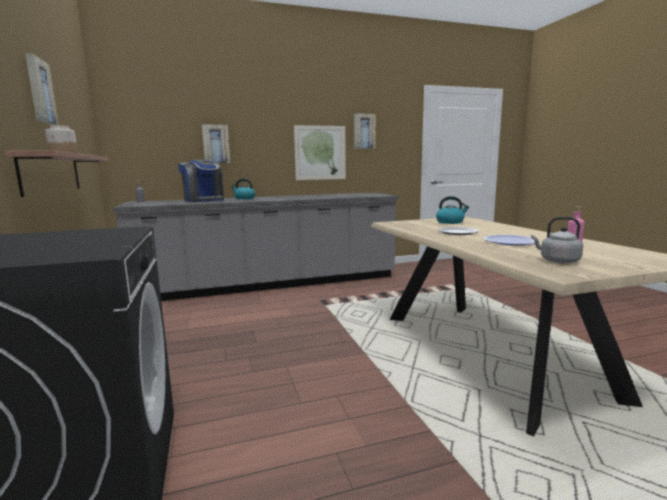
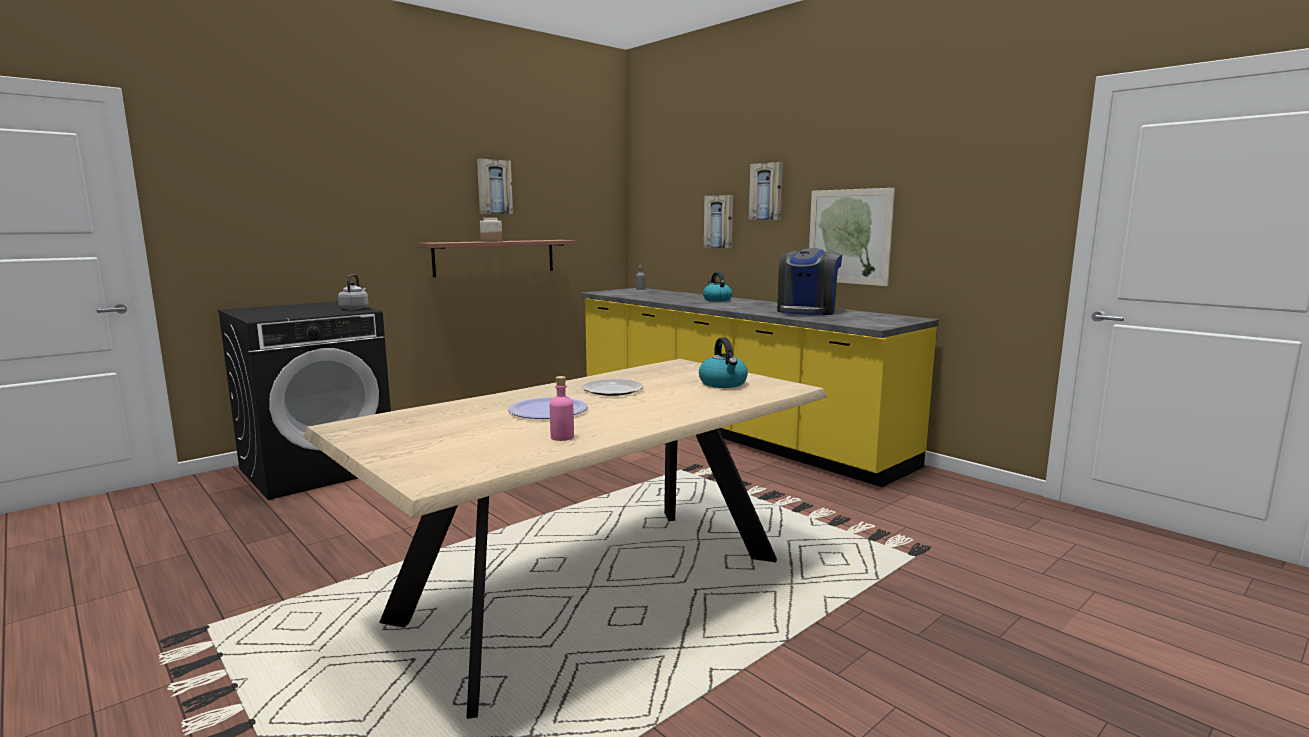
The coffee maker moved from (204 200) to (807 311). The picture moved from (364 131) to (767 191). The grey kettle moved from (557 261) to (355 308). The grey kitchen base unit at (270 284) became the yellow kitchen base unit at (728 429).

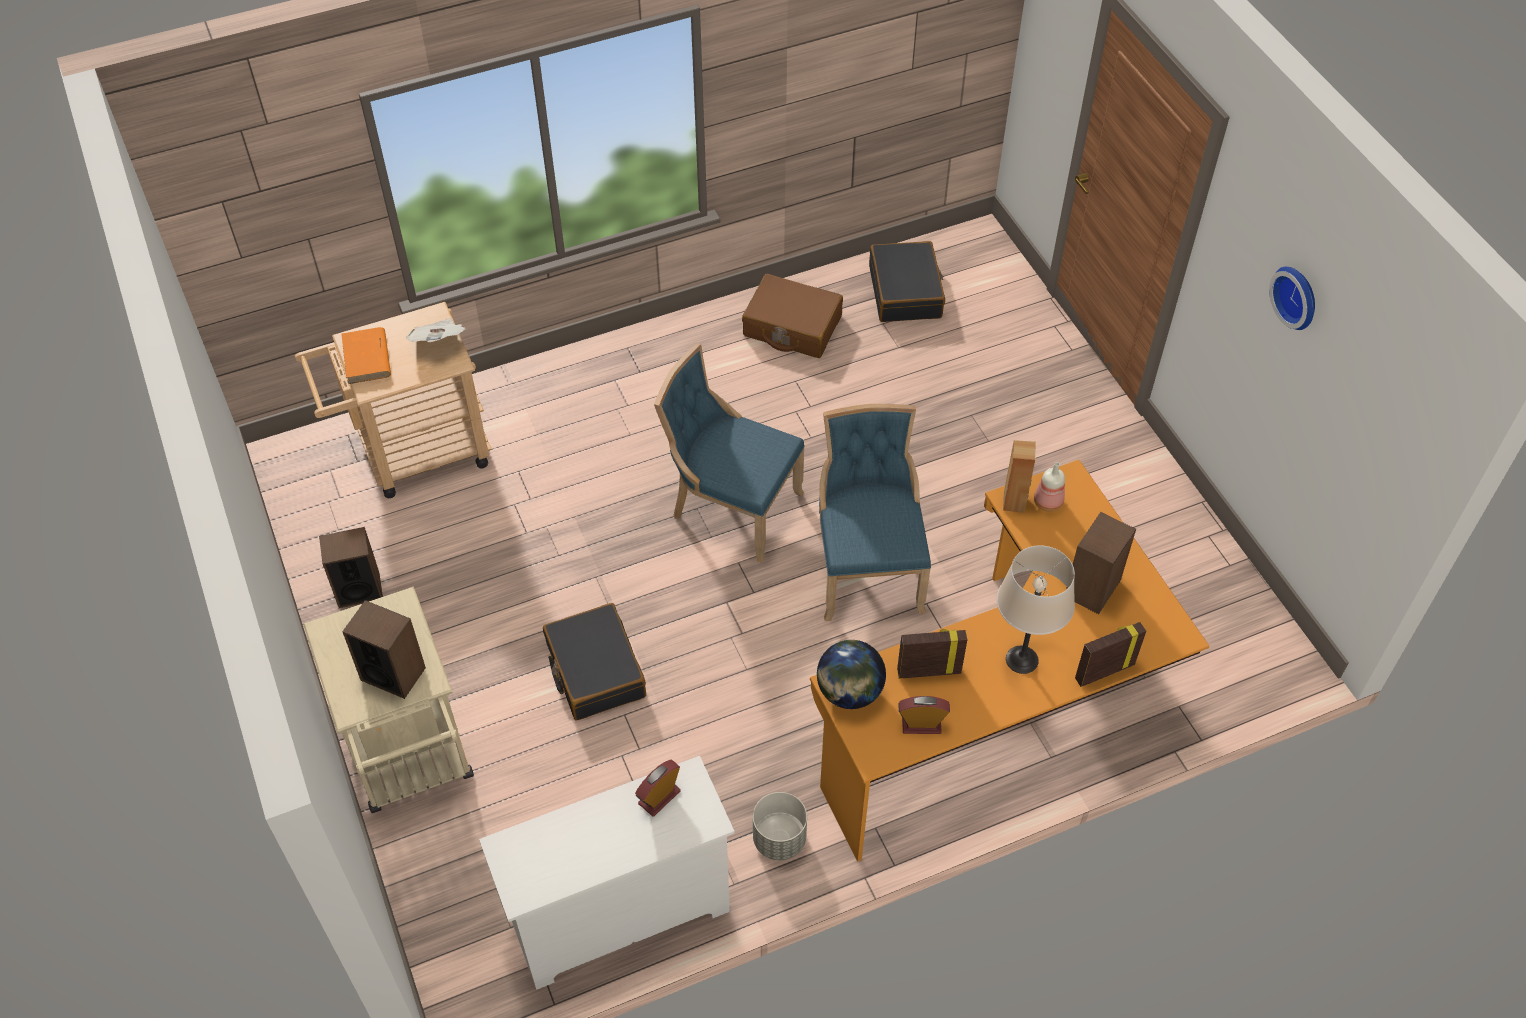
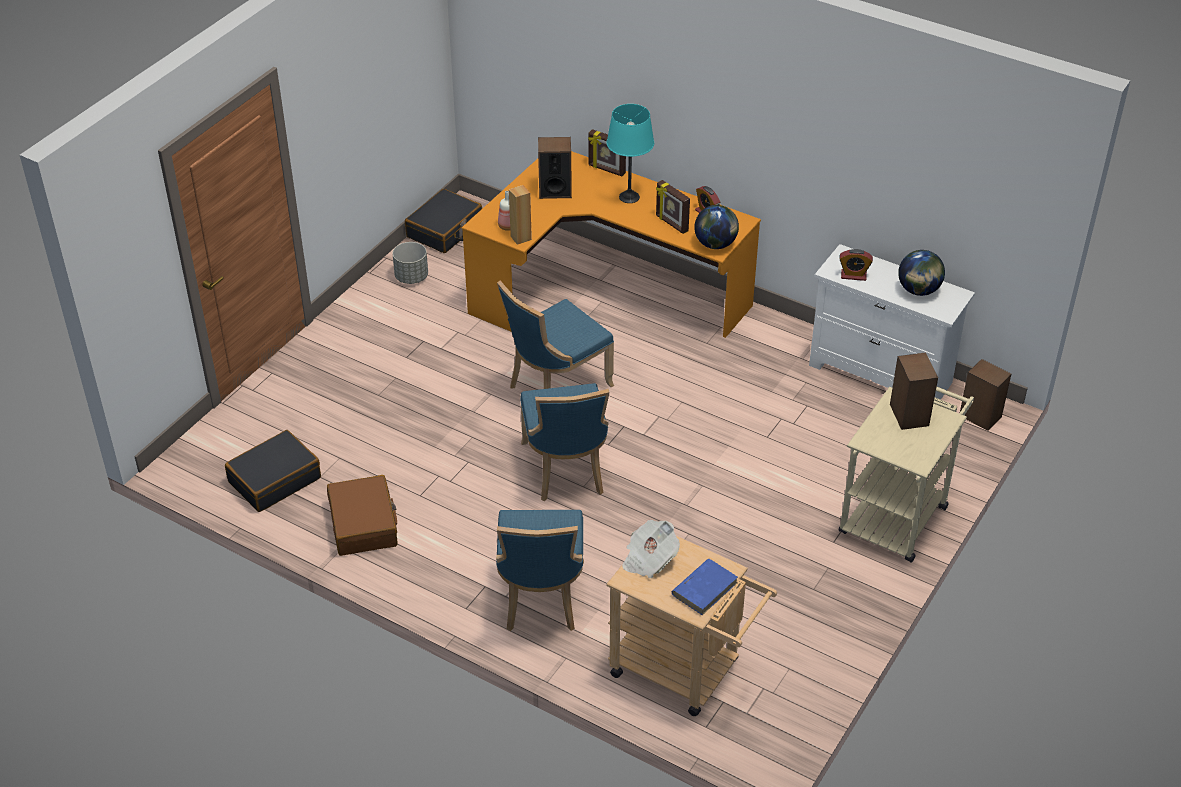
The wall clock at (1297 296) disappeared. The blue plain chair at (541 598) appeared. The globe at (918 290) appeared. The audio speaker moved from (359 589) to (980 416). The black-coloured travel case moved from (595 670) to (445 230). The grey planter moved from (779 839) to (411 277). The orange-coloured volume at (367 358) became the blue volume at (705 588). The sand-coloured lamp for a table at (1022 659) became the blue-green lamp for a table at (629 197).

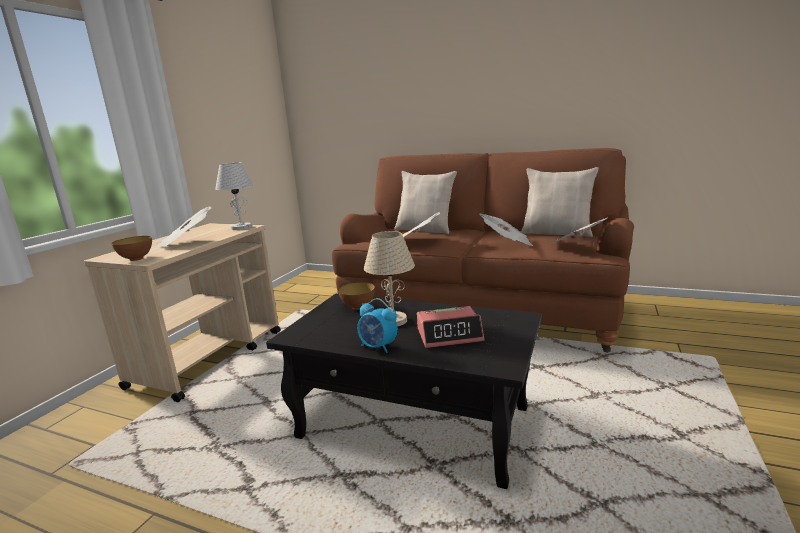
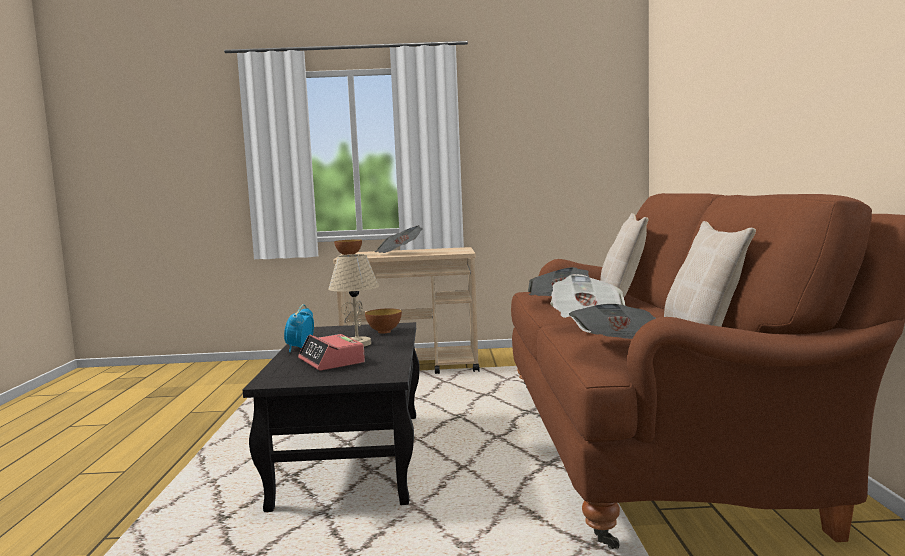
The white lamp for a table at (241 227) disappeared.

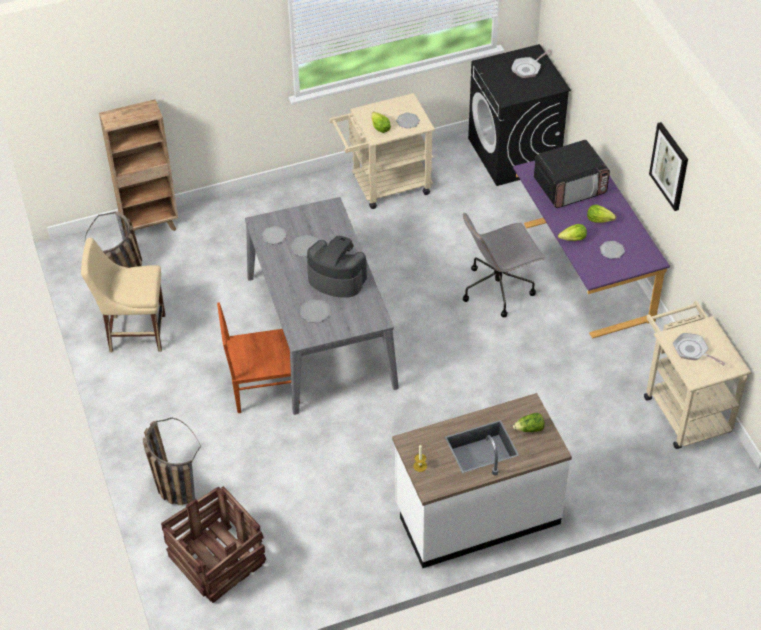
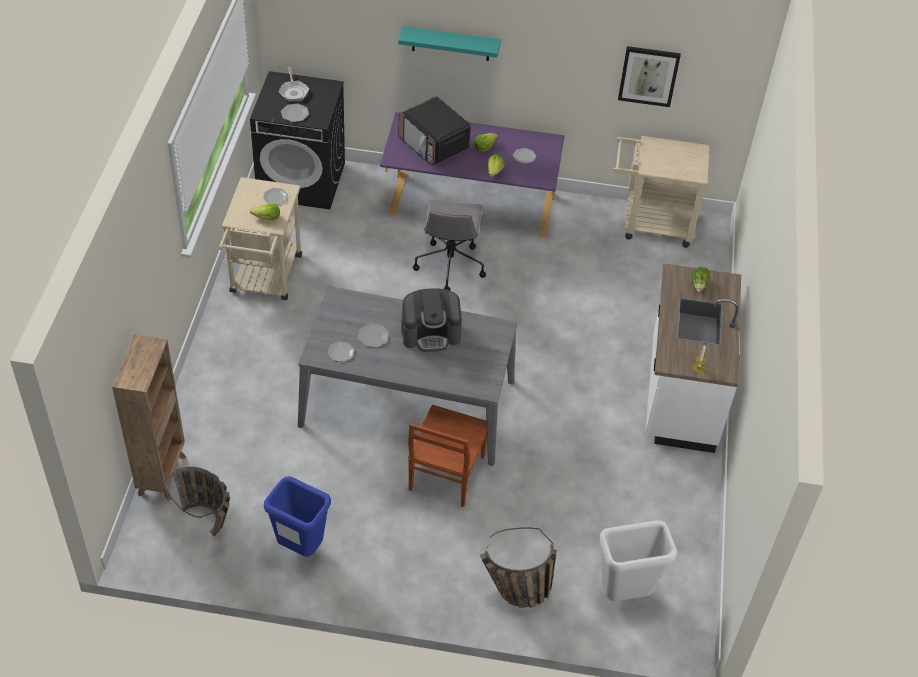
The pan at (692 351) disappeared. The blue-green shelf at (451 44) appeared. The dinner plate moved from (315 312) to (295 113). The picture moved from (669 166) to (648 75). The sand-coloured plain chair at (134 333) was replaced by the blue trash can at (300 547). The shipping crate at (216 559) was replaced by the white trash can at (624 595). The coffee maker at (336 279) turned 150 degrees counterclockwise. The microwave at (570 187) turned 135 degrees clockwise.

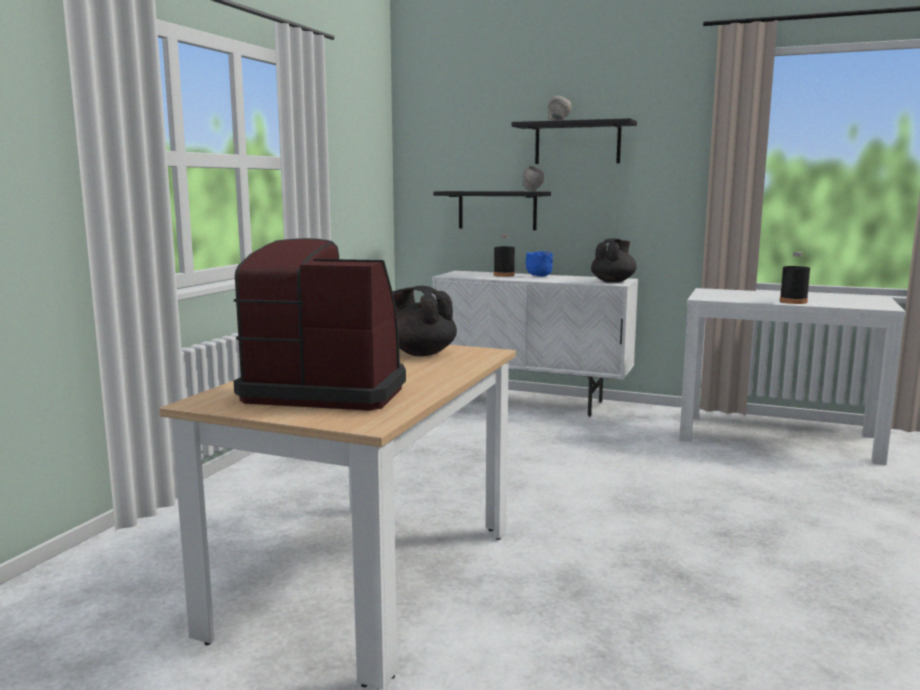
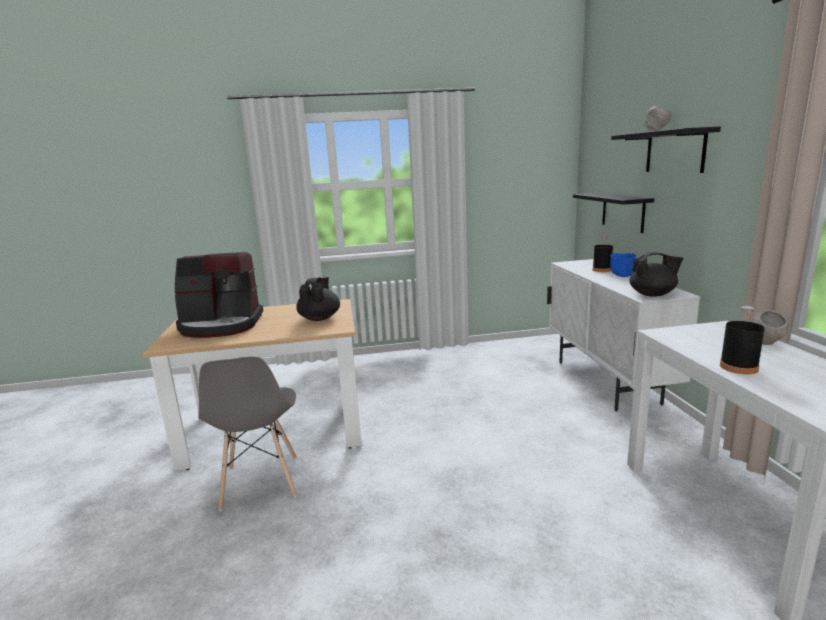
The grey plain chair at (260 483) appeared. The grey deep dish moved from (533 191) to (765 344). The coffee maker at (327 390) turned 105 degrees clockwise.

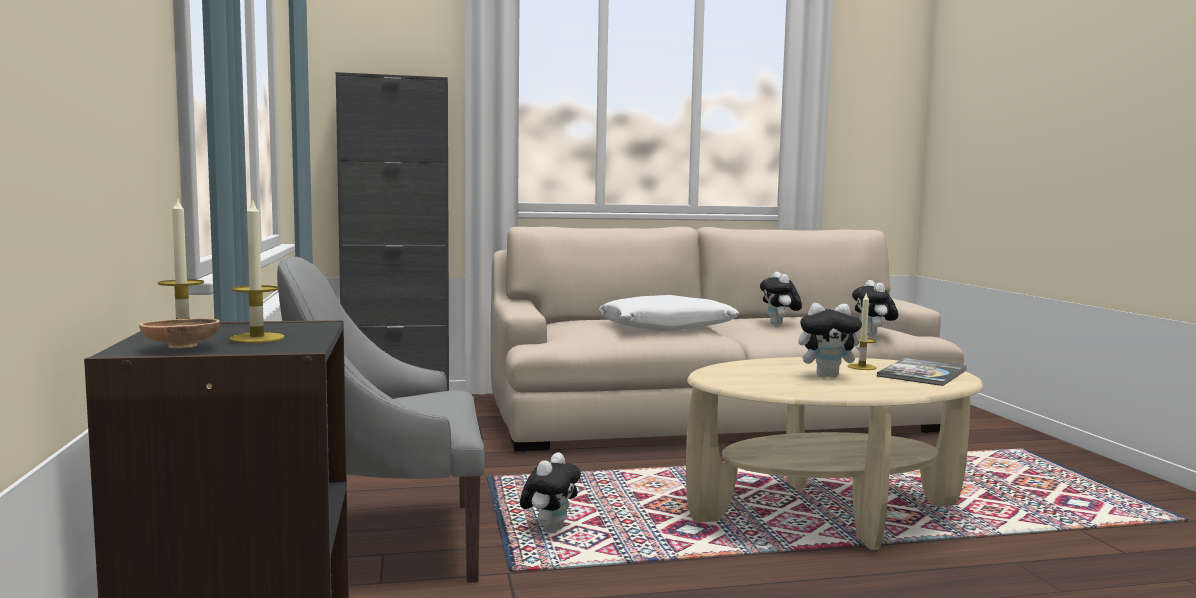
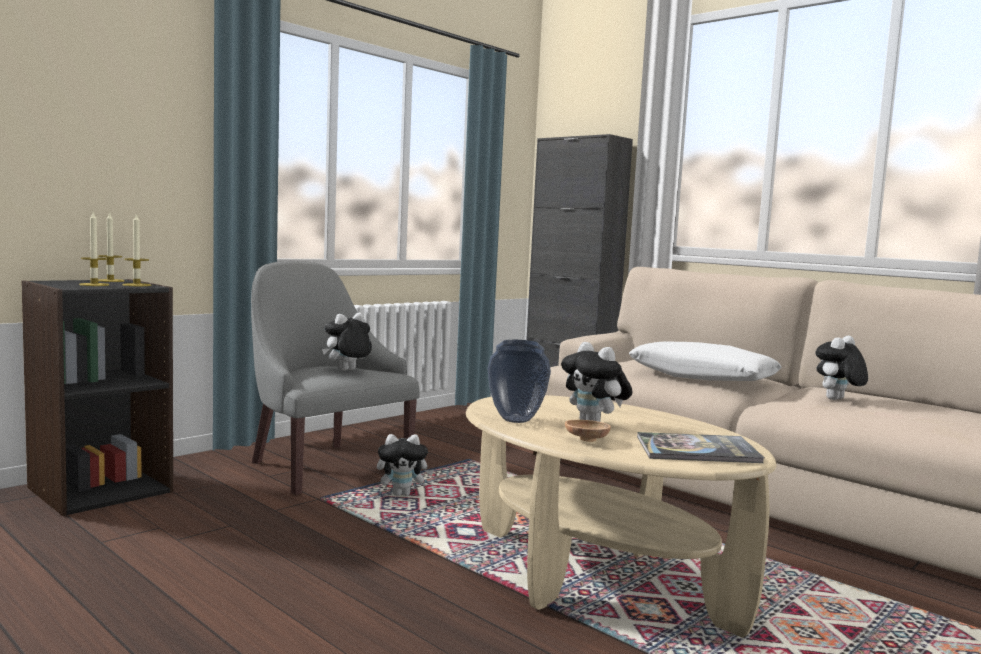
The decorative vase at (516 420) appeared. The brown-coloured deep dish moved from (181 347) to (586 440). The candle moved from (862 367) to (136 285). The soft toy moved from (873 335) to (347 371).

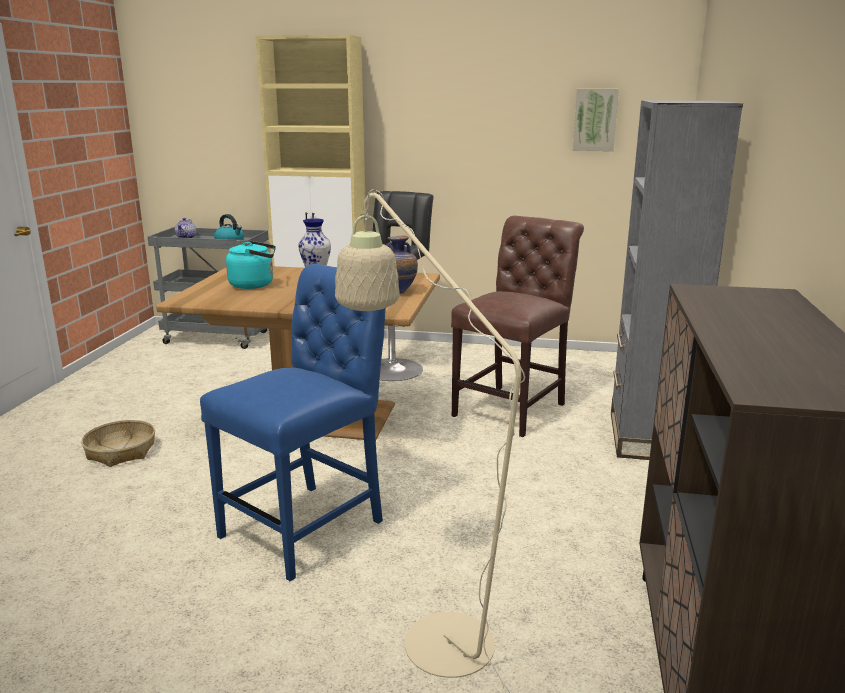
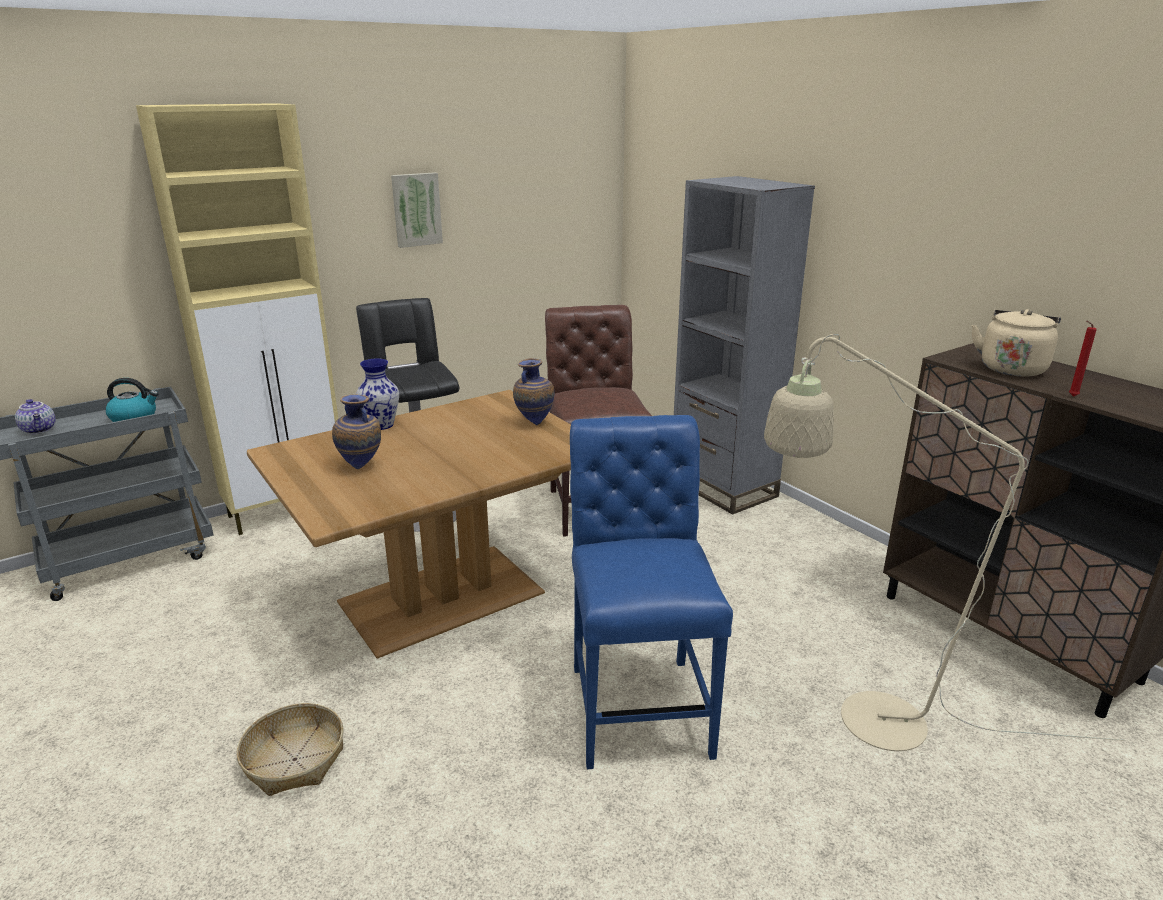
The sand-coloured kettle at (1012 368) appeared. The red candle at (1071 396) appeared. The picture moved from (595 120) to (416 209). The blue-green kettle at (254 285) was replaced by the decorative vase at (362 466).

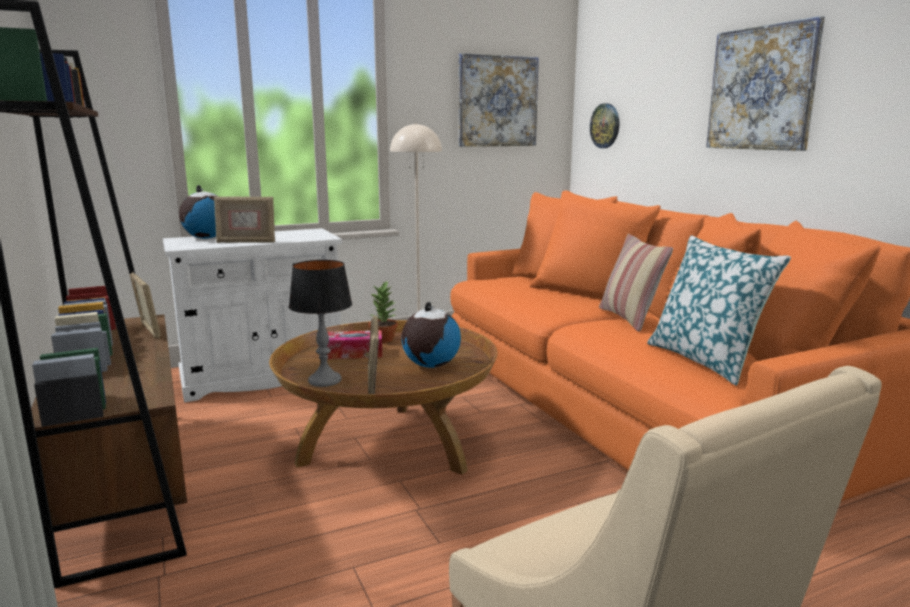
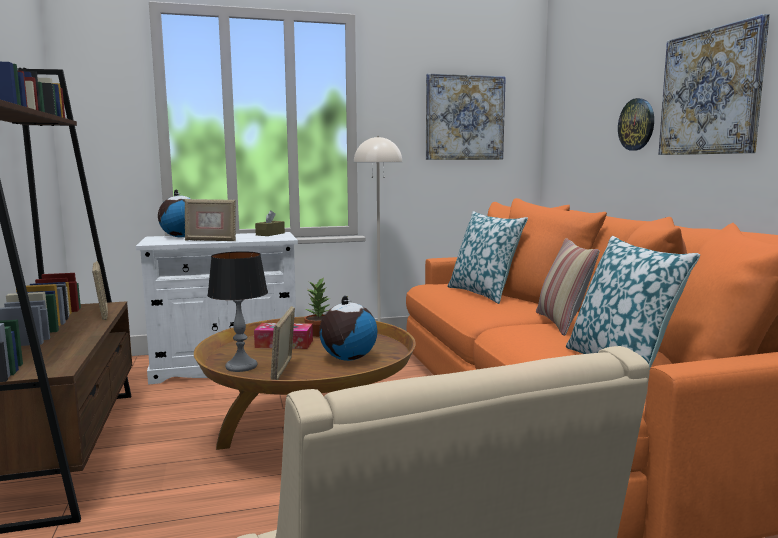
The brown-coloured tissue box at (270 234) appeared. The cushion at (484 293) appeared. The wall clock moved from (605 126) to (637 124).

